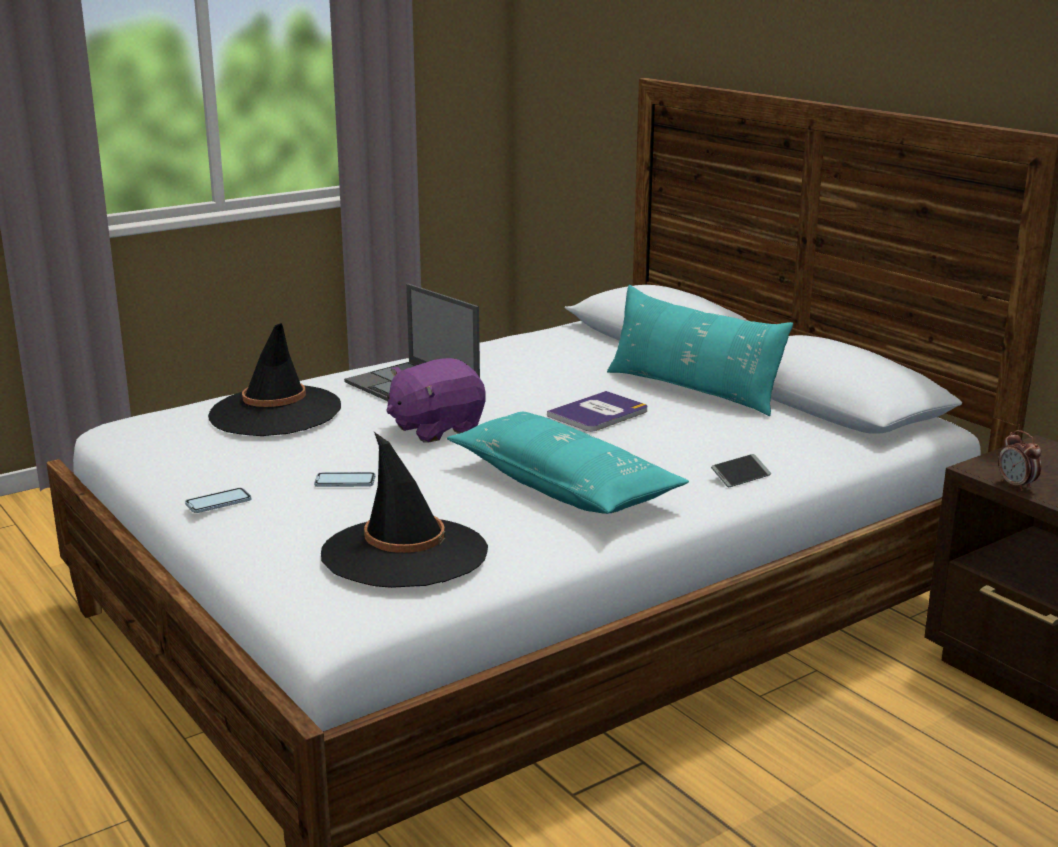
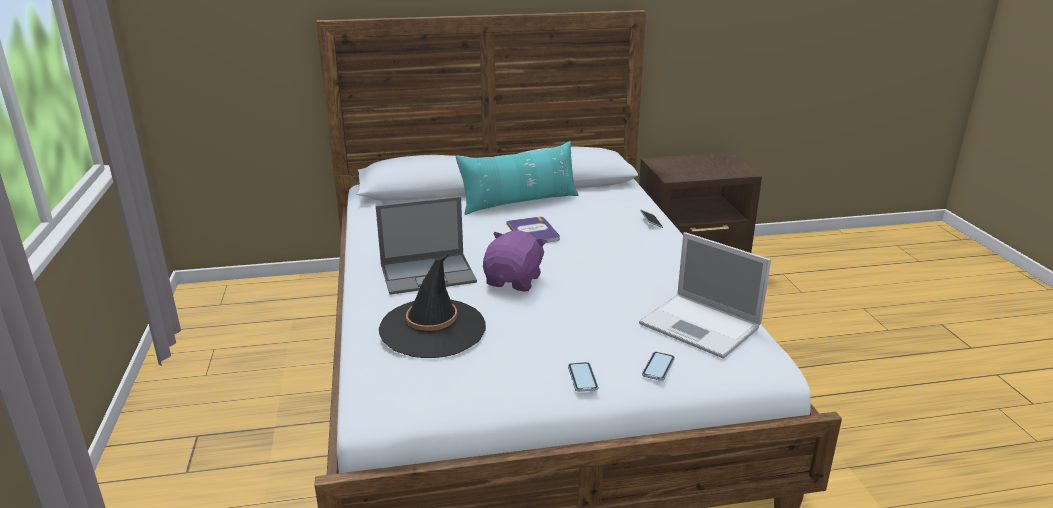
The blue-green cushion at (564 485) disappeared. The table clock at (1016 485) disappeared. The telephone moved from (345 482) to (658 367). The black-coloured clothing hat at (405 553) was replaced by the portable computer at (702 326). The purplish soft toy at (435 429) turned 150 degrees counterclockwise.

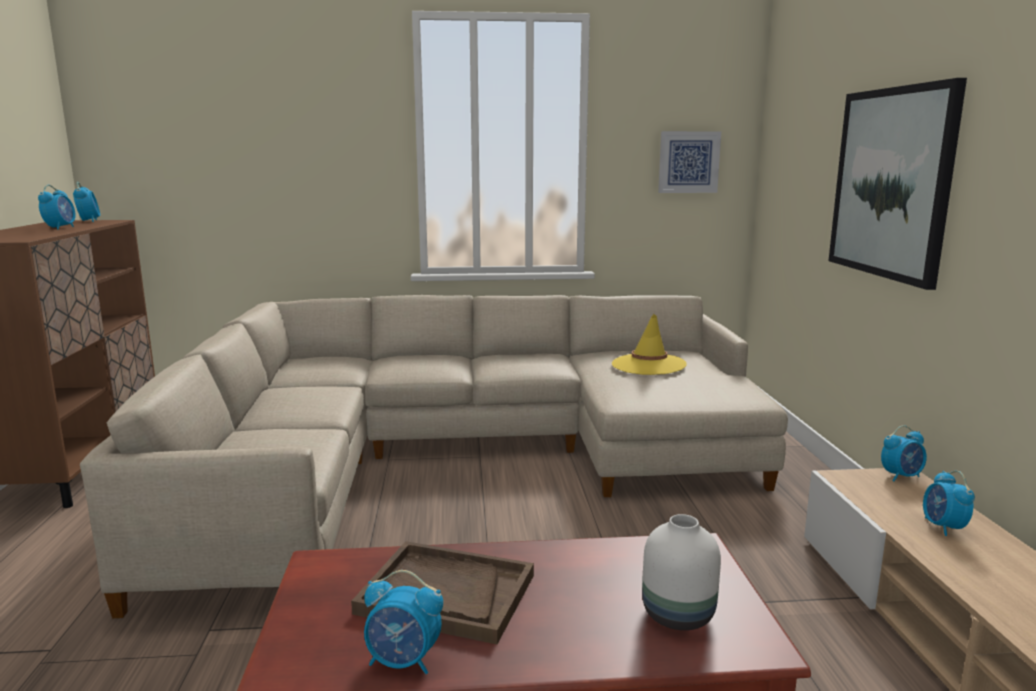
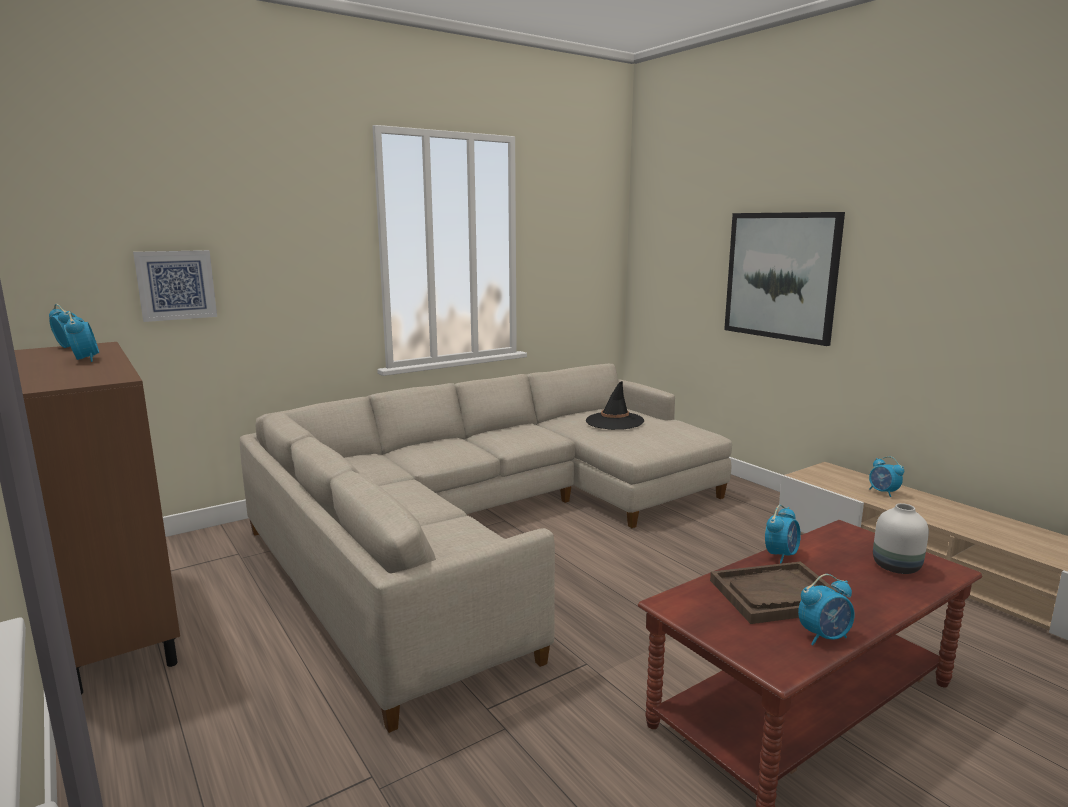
The picture moved from (688 162) to (176 285). The table clock moved from (901 476) to (781 555). The yellow clothing hat at (648 365) became the black-coloured clothing hat at (614 421).

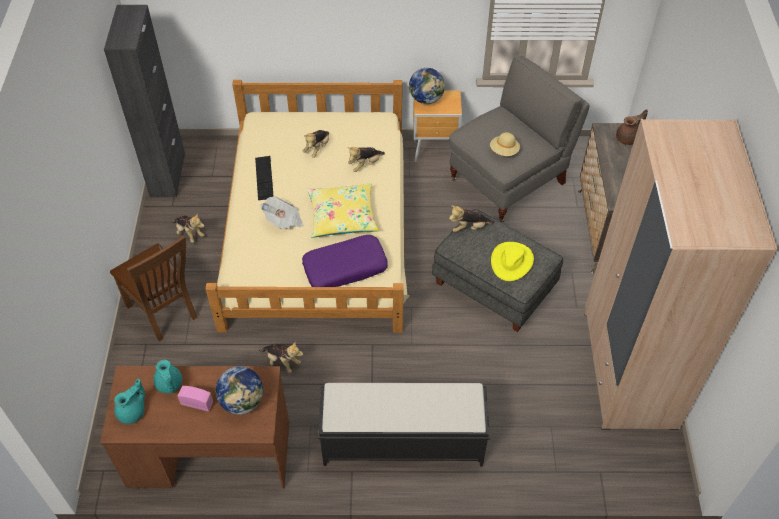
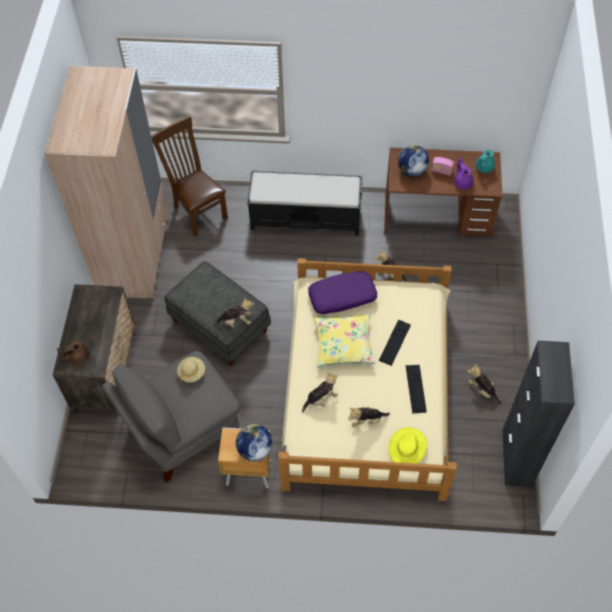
The brown-coloured plain chair moved from (165 313) to (197 211). The yellow clothing hat moved from (511 261) to (407 447). The daily paper at (283 221) was replaced by the keyboard at (395 342). The blue-green teapot at (169 385) became the purplish teapot at (462 182). The soft toy at (317 148) turned 135 degrees counterclockwise.

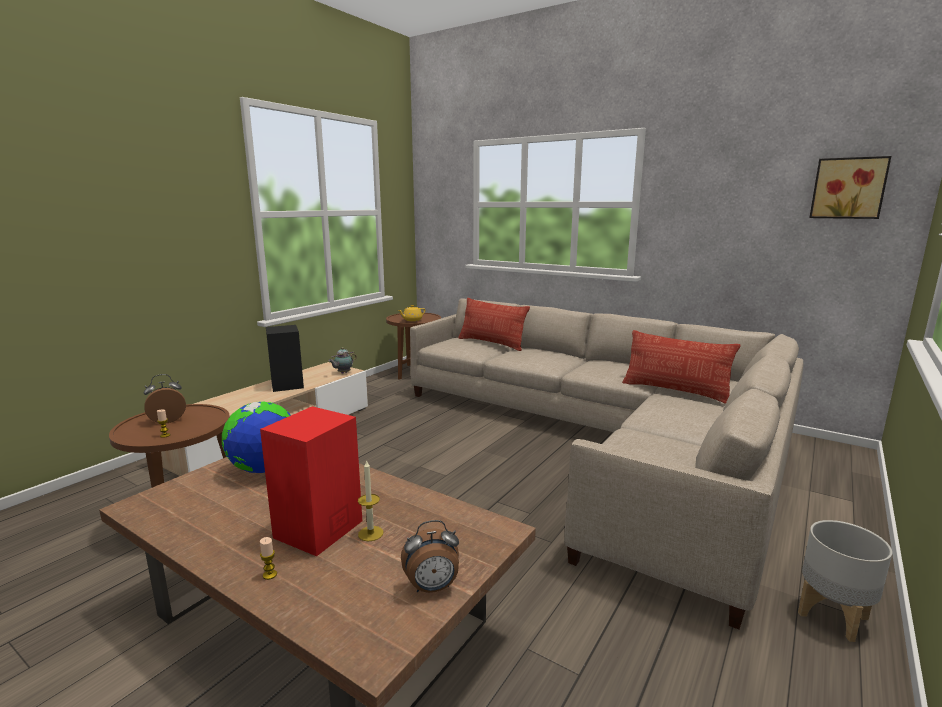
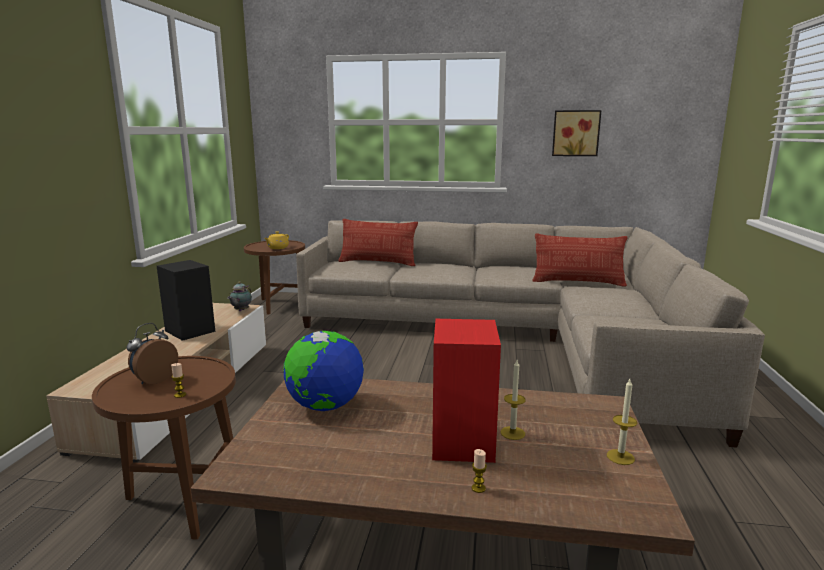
The grey planter at (833 616) disappeared. The picture moved from (848 188) to (575 133). The table clock at (432 588) was replaced by the candle at (620 457).

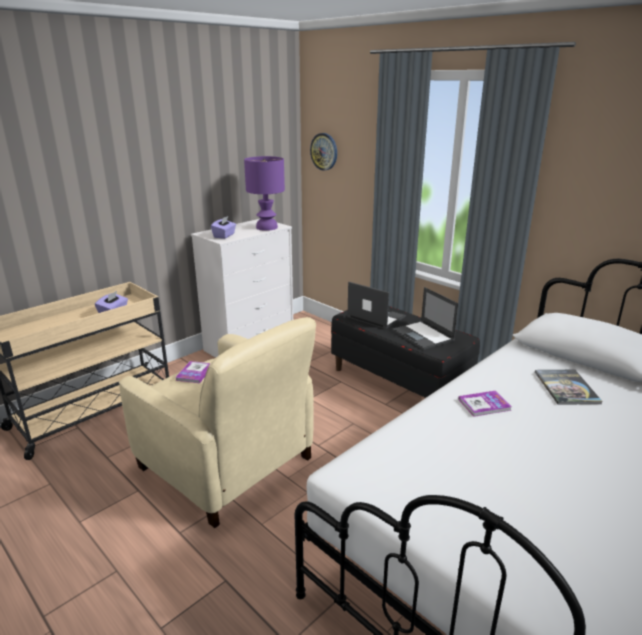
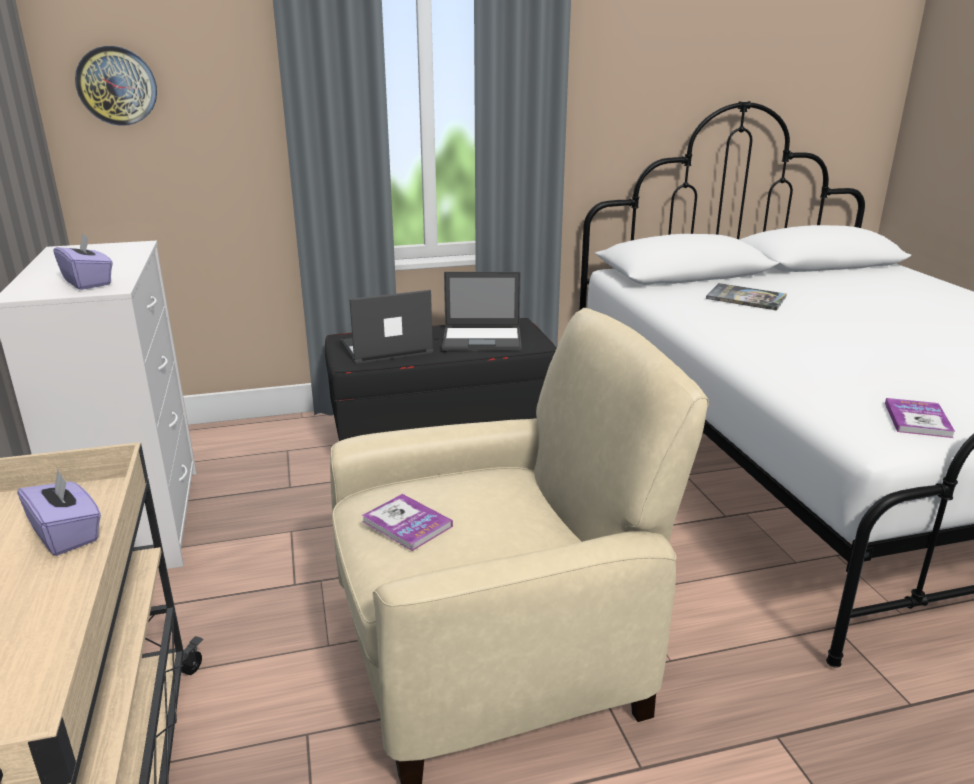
The purplish lamp for a table at (266 227) disappeared. The volume moved from (484 405) to (917 420).

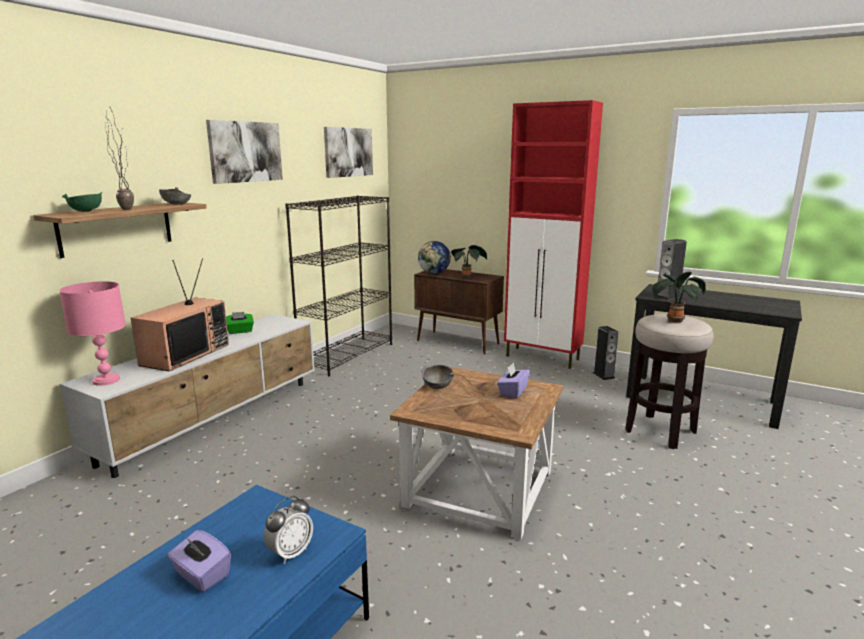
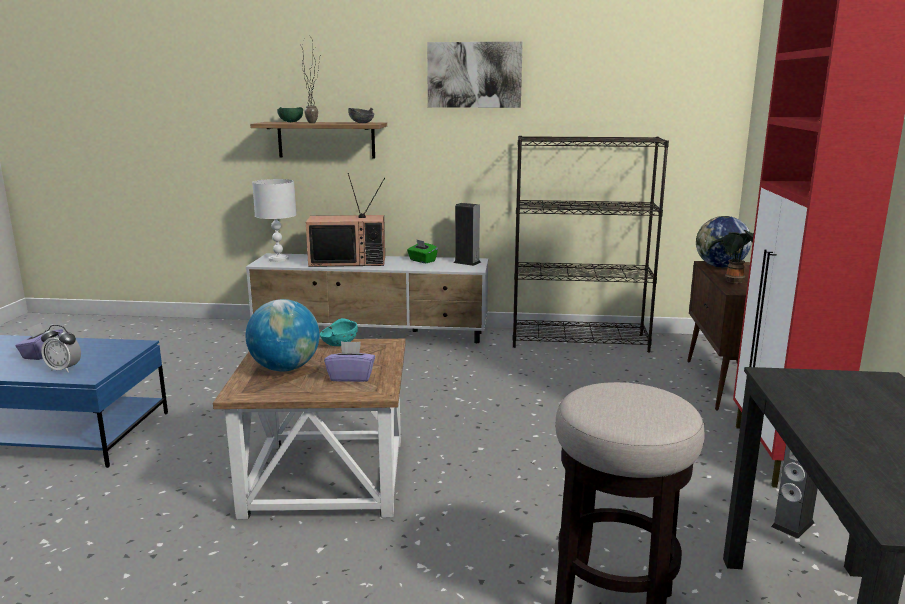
The picture at (348 152) disappeared. The houseplant at (674 320) disappeared. The globe at (285 368) appeared. The audio speaker moved from (667 297) to (467 262). The pinkish lamp for a table at (106 380) became the white lamp for a table at (279 259). The grey deep dish at (438 386) became the blue-green deep dish at (339 344).

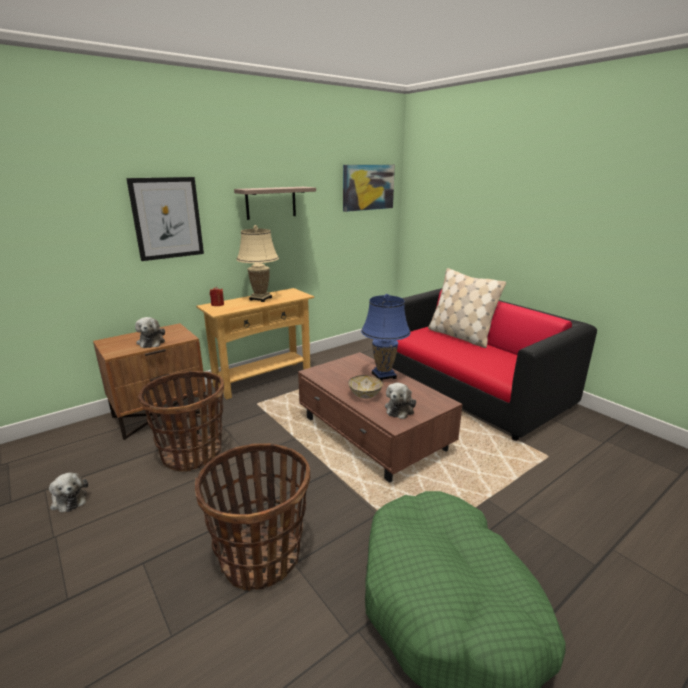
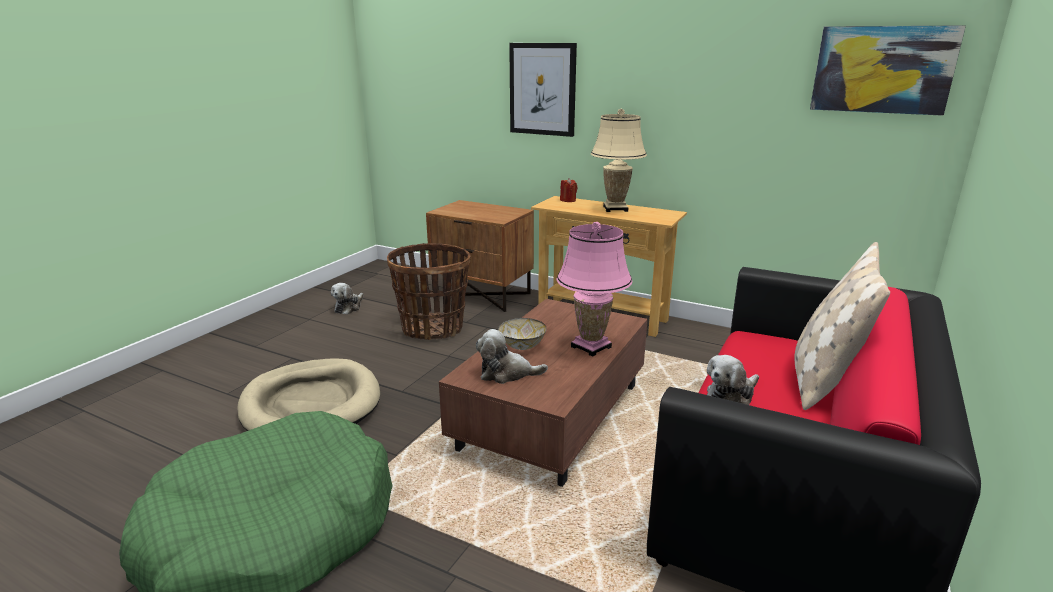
The shelf at (271 202) disappeared. The soft toy moved from (151 342) to (731 398). The storage basket at (261 557) was replaced by the sand-coloured dog bed at (311 404). The blue lamp for a table at (383 375) became the pinkish lamp for a table at (590 347).

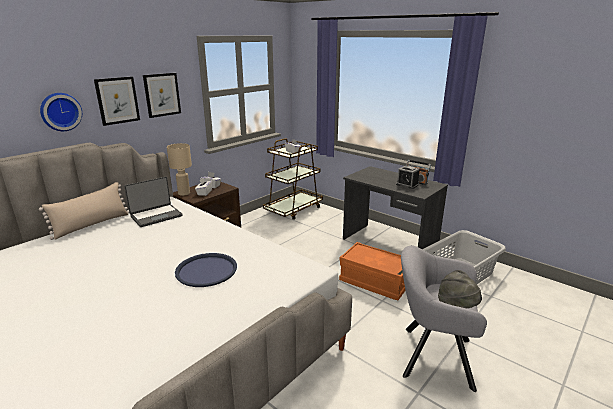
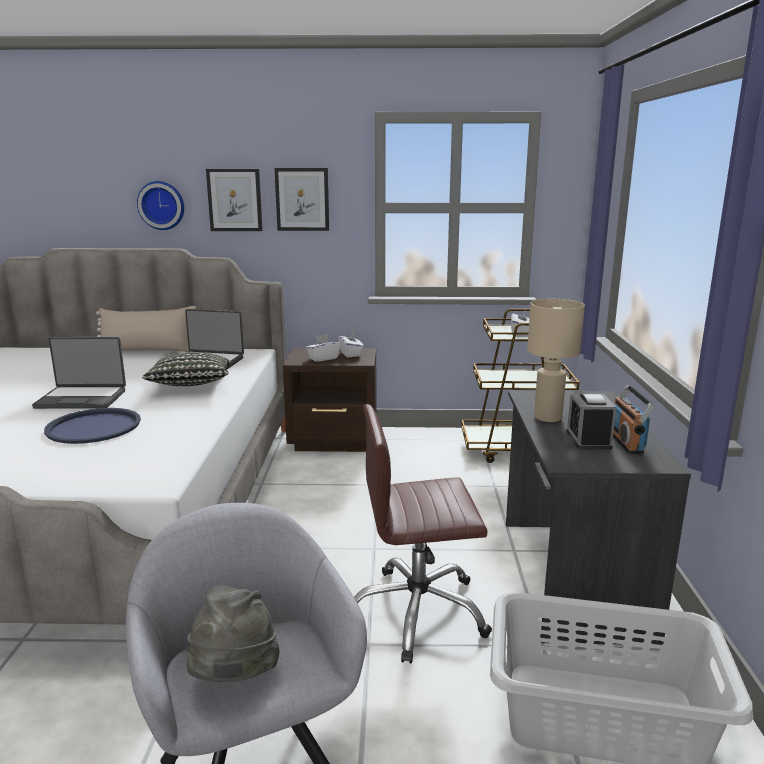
The portable computer at (82 398) appeared. The cushion at (191 385) appeared. The sand-coloured lamp for a table moved from (184 193) to (548 417). The orange-coloured storage bin at (375 282) was replaced by the brown-coloured office chair at (417 612).

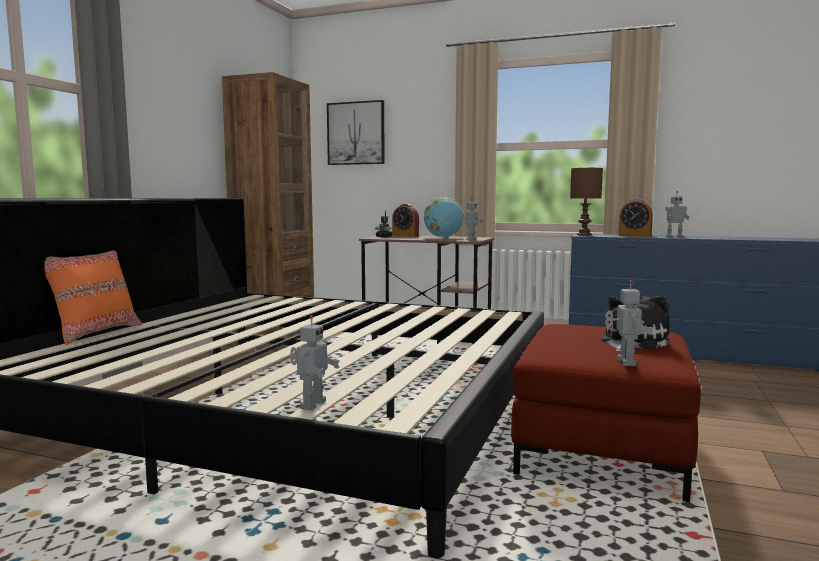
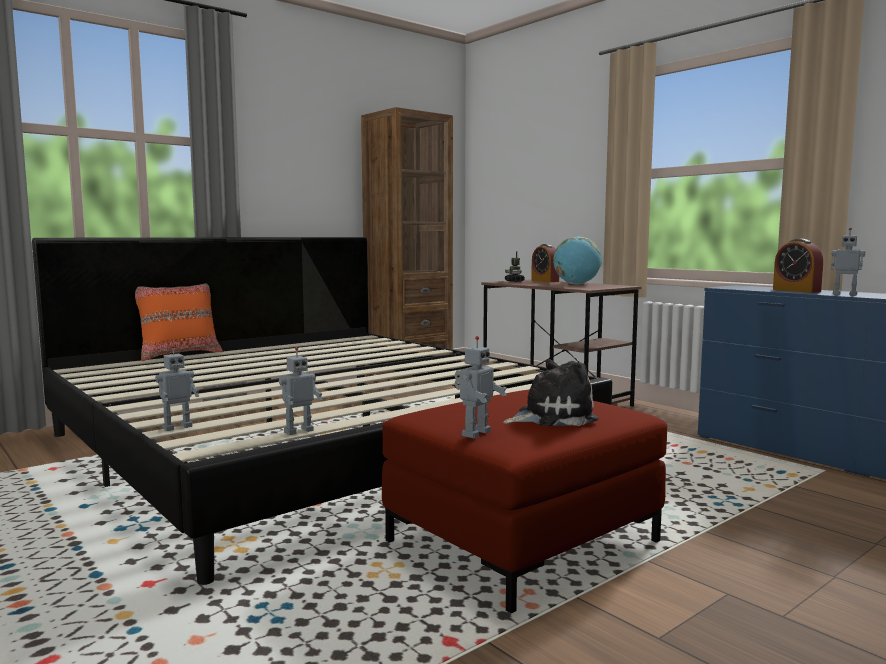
The picture at (356 133) disappeared. The brown-coloured lamp for a table at (584 235) disappeared. The toy robot moved from (470 239) to (298 431).

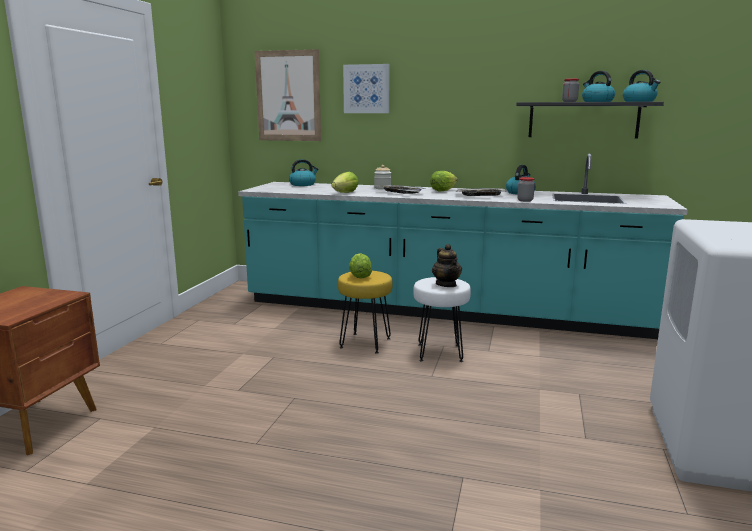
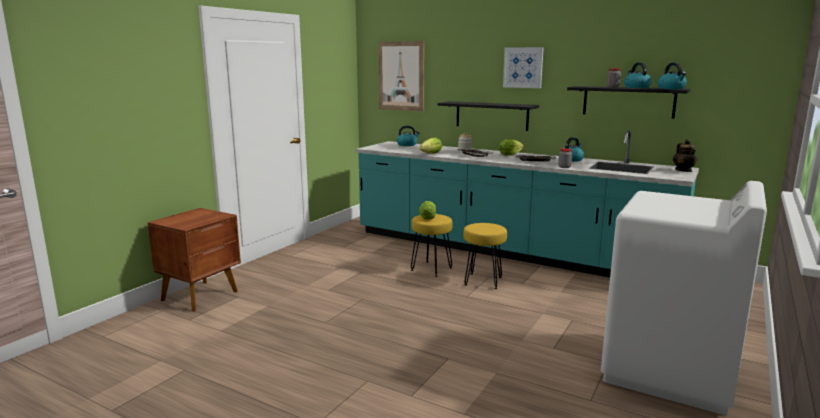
The black-coloured shelf at (491 115) appeared. The picture moved from (366 89) to (523 67). The teapot moved from (446 284) to (683 170). The white sitting stool at (440 352) became the yellow sitting stool at (483 281).

